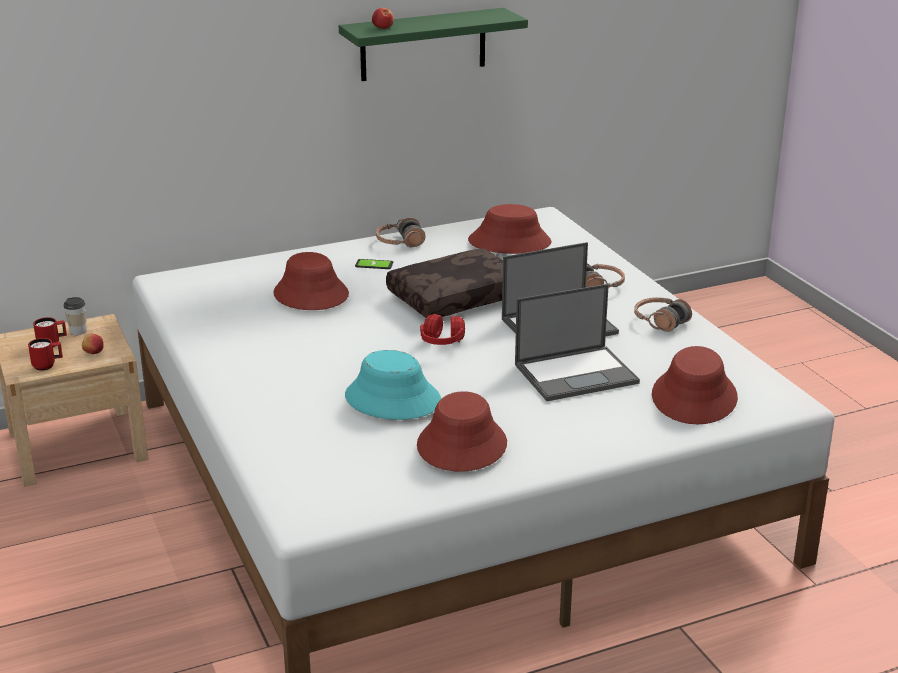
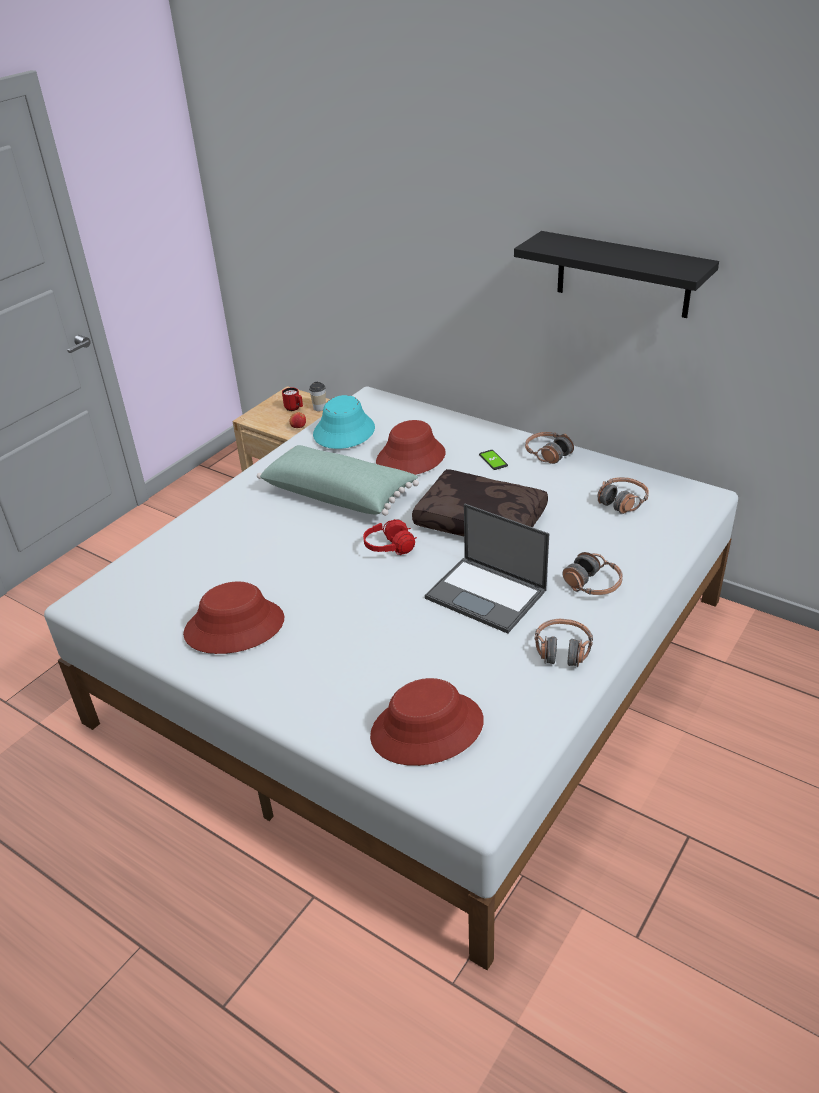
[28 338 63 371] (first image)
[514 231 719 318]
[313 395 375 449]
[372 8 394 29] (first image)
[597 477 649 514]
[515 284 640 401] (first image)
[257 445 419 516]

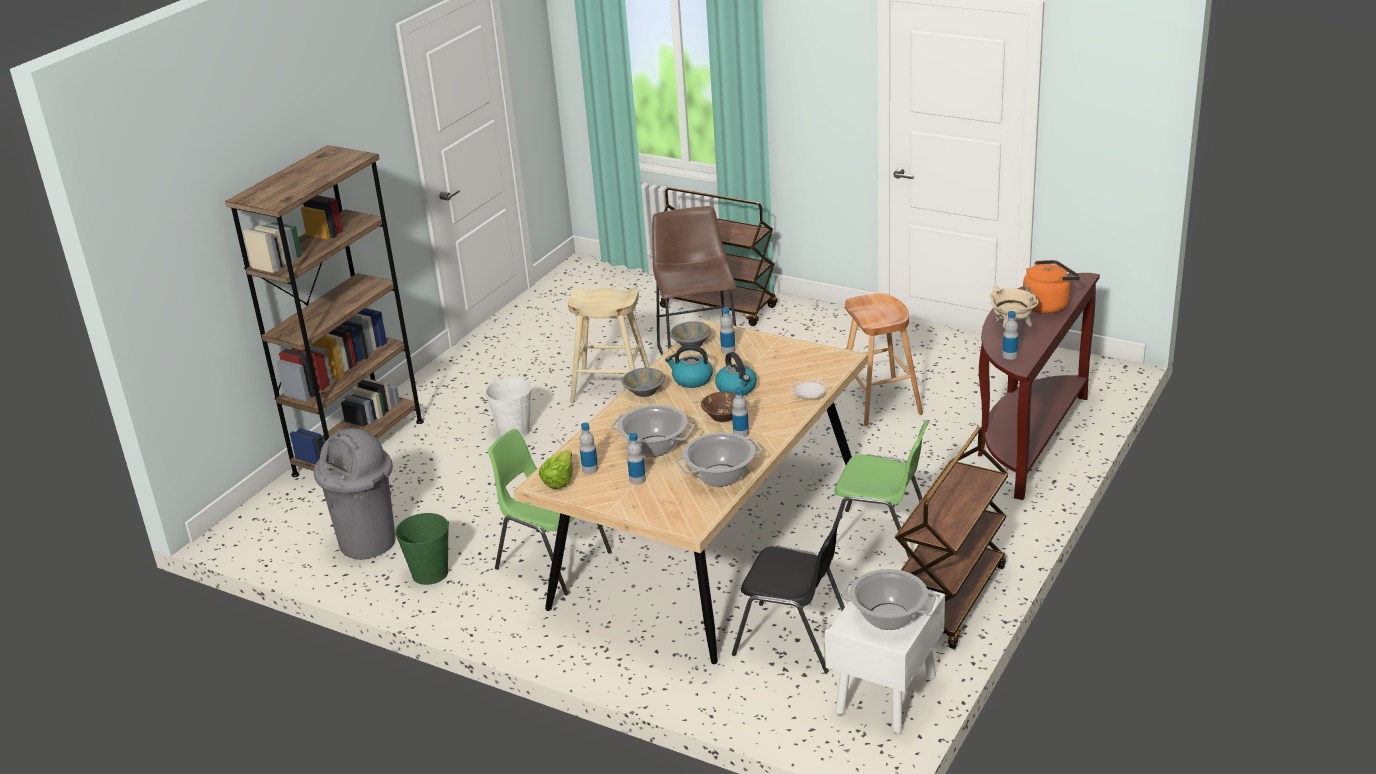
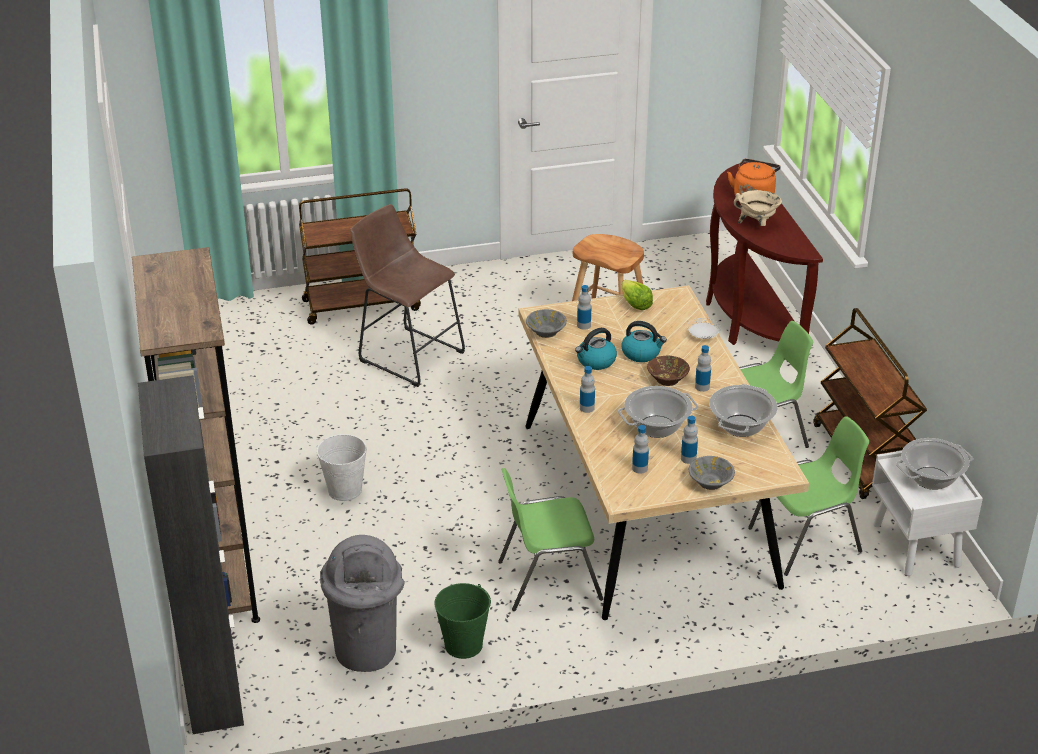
[622 280 653 310]
[568 288 649 403] (first image)
[688 456 735 490]
[748 417 869 576]
[580 366 595 413]
[138 375 244 734]

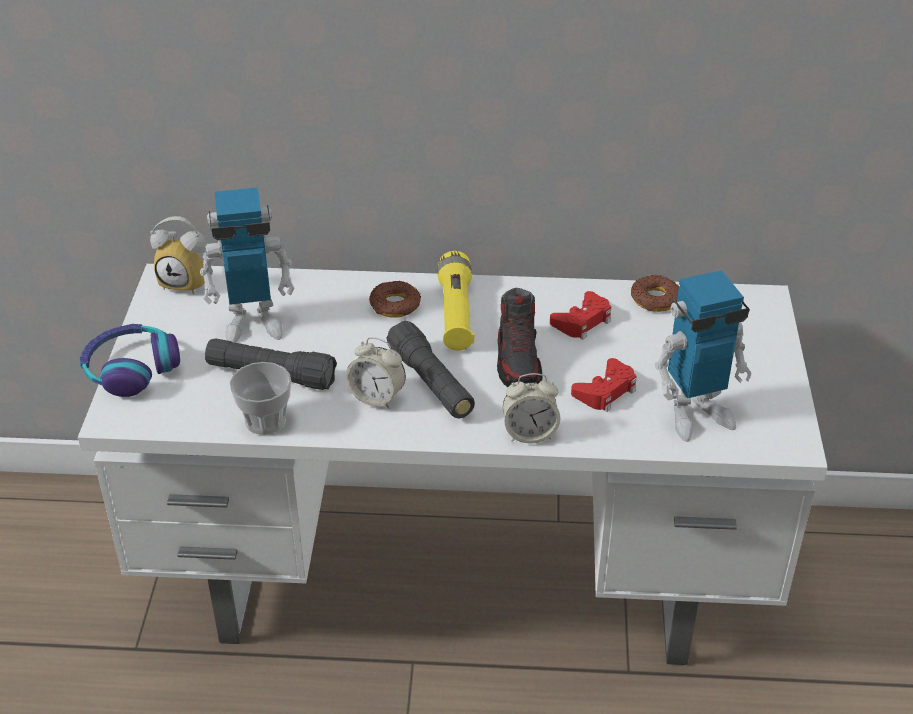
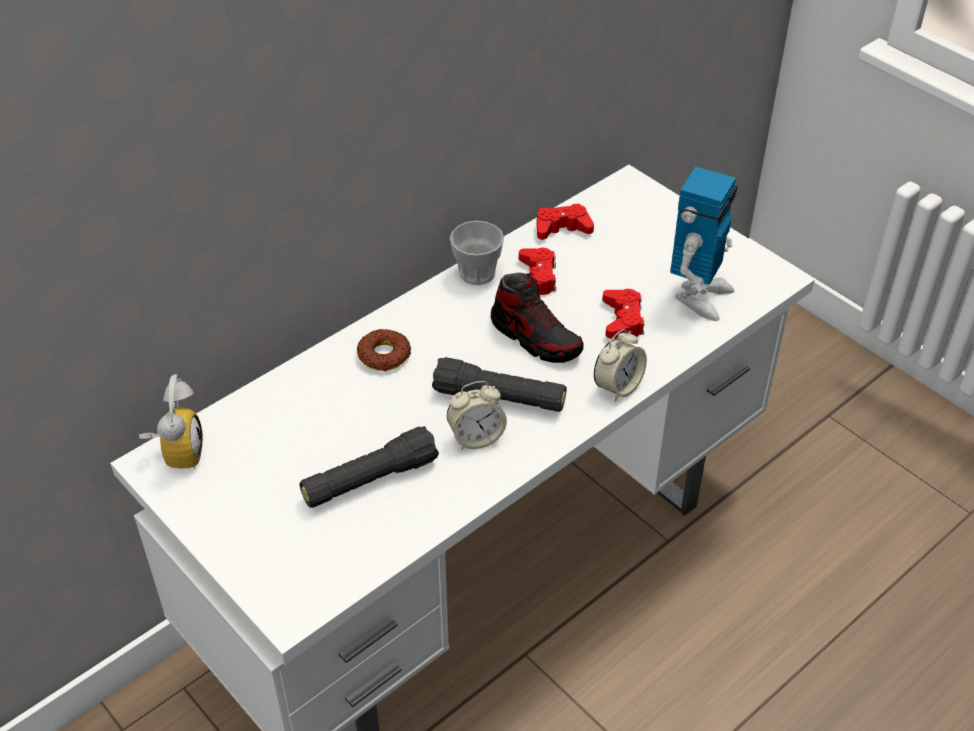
[80 324 180 397] (first image)
[139 374 203 469]
[200 187 295 343] (first image)
[450 221 504 285]
[438 251 474 351] (first image)
[537 203 594 240]

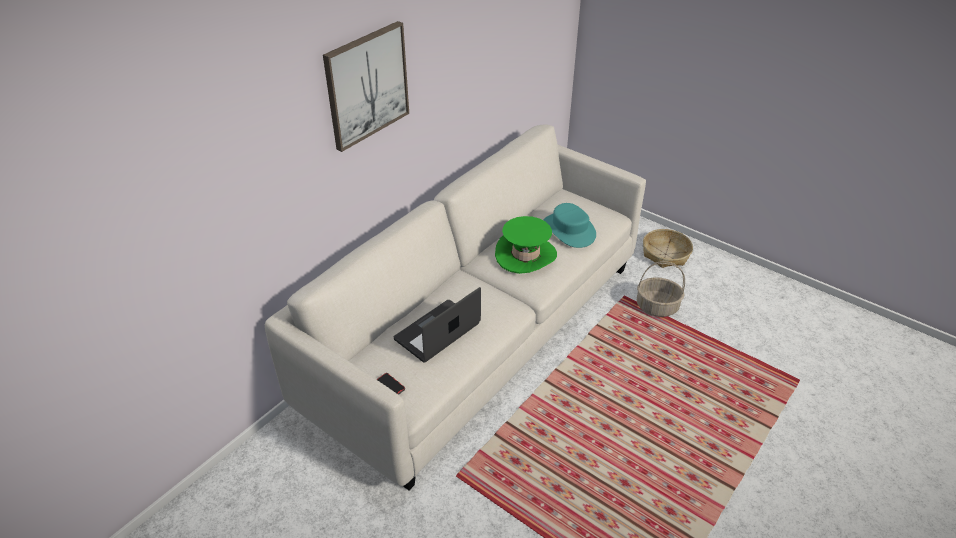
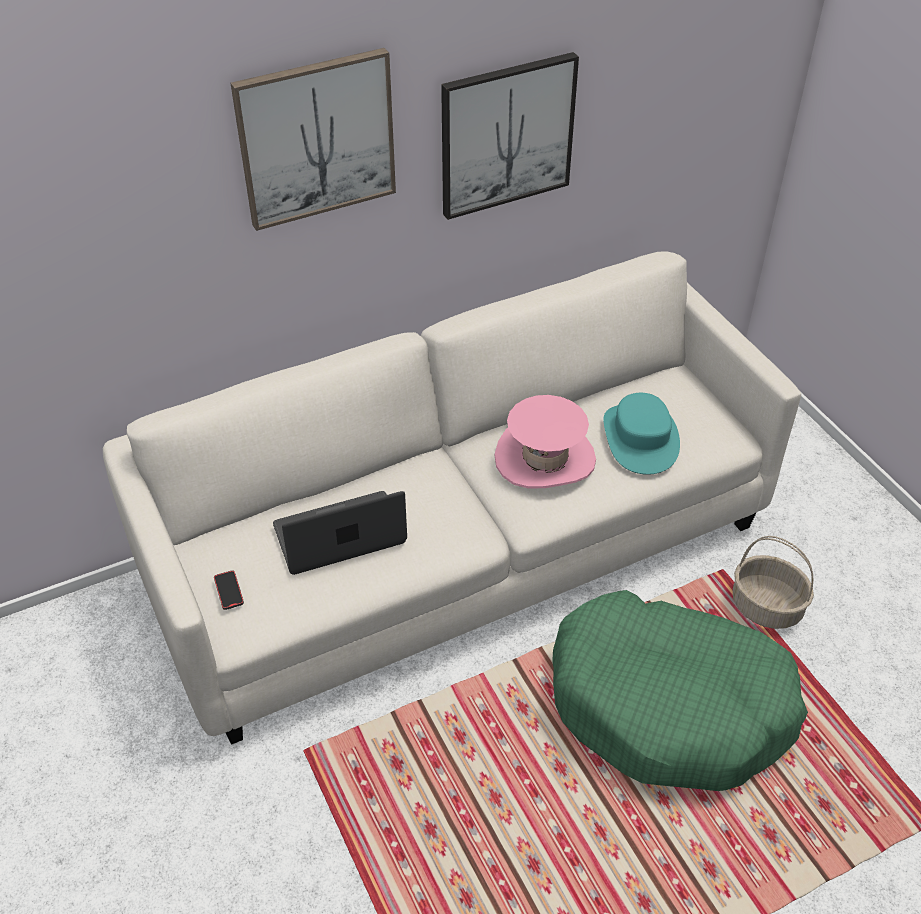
[495 395 596 489]
[643 229 693 268] (first image)
[441 52 579 220]
[552 590 808 791]

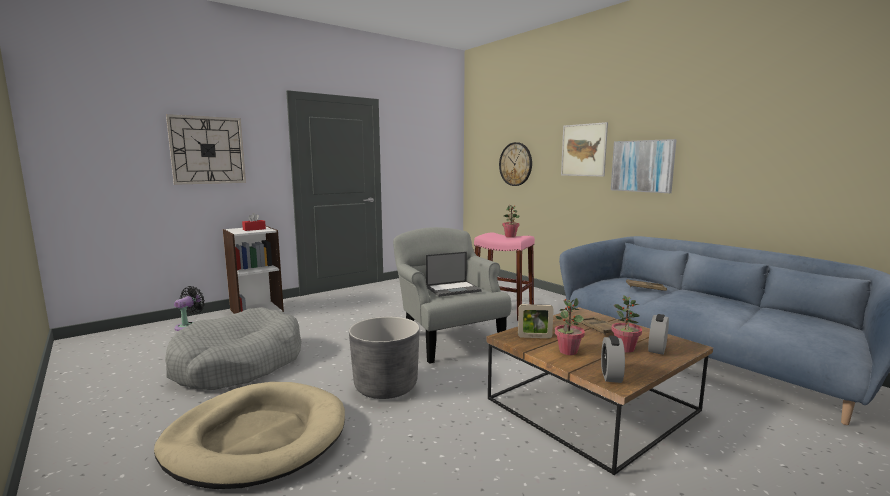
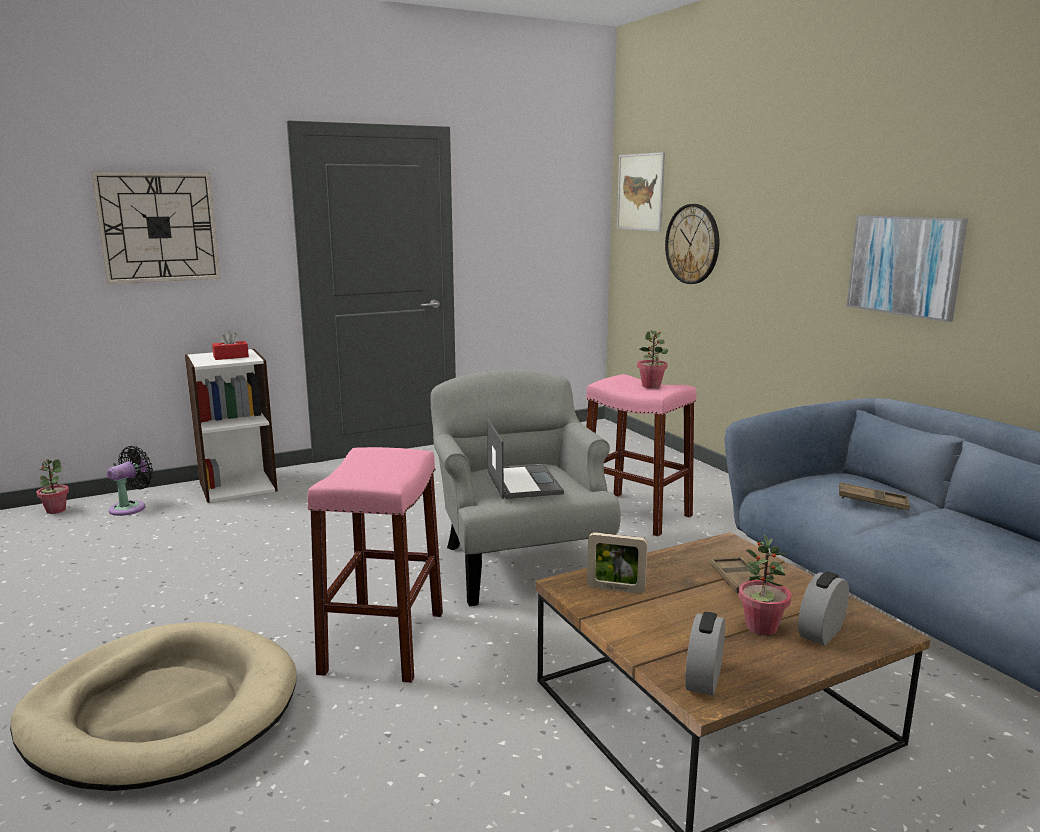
[165 307 302 390] (first image)
[307 447 443 683]
[487 419 564 499]
[36 459 69 514]
[617 152 665 232]

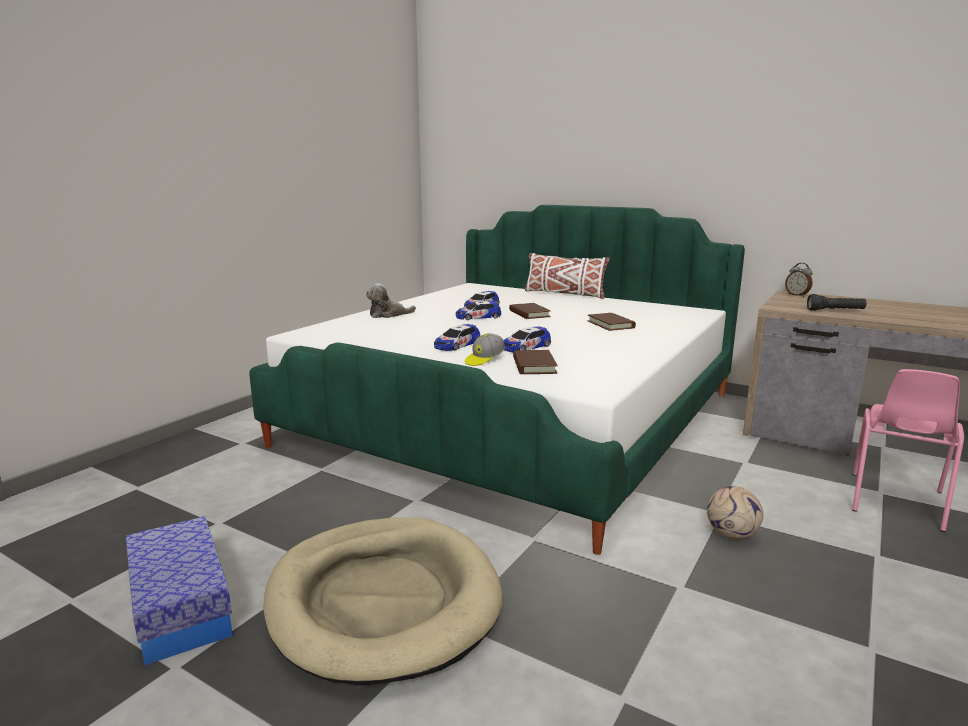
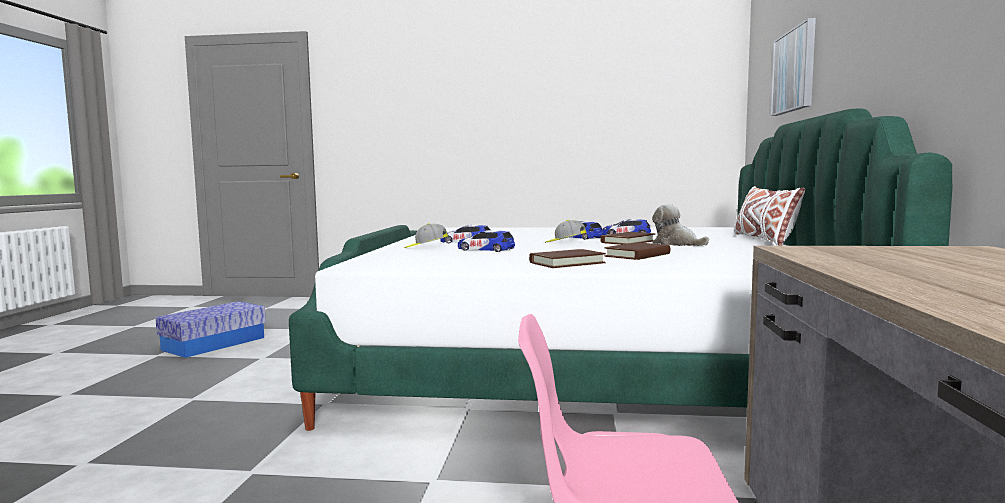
[263 517 503 685] (first image)
[652 204 709 246]
[529 249 606 268]
[707 486 763 539] (first image)
[785 263 813 297] (first image)
[807 294 867 311] (first image)
[545 220 586 243]
[771 18 816 116]

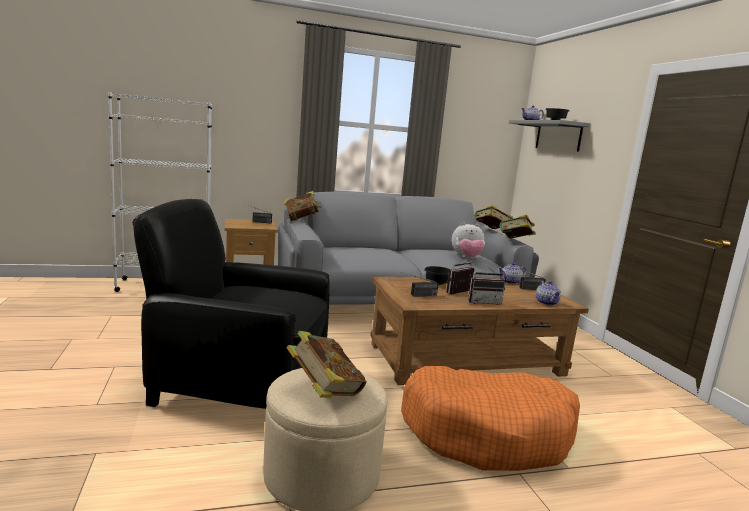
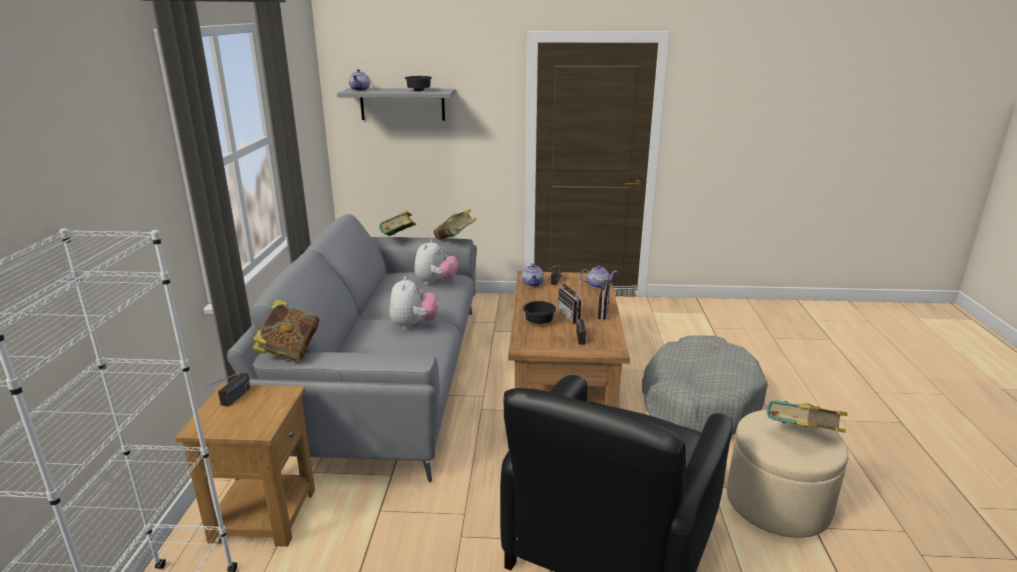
[642 336 768 435]
[389 276 438 330]

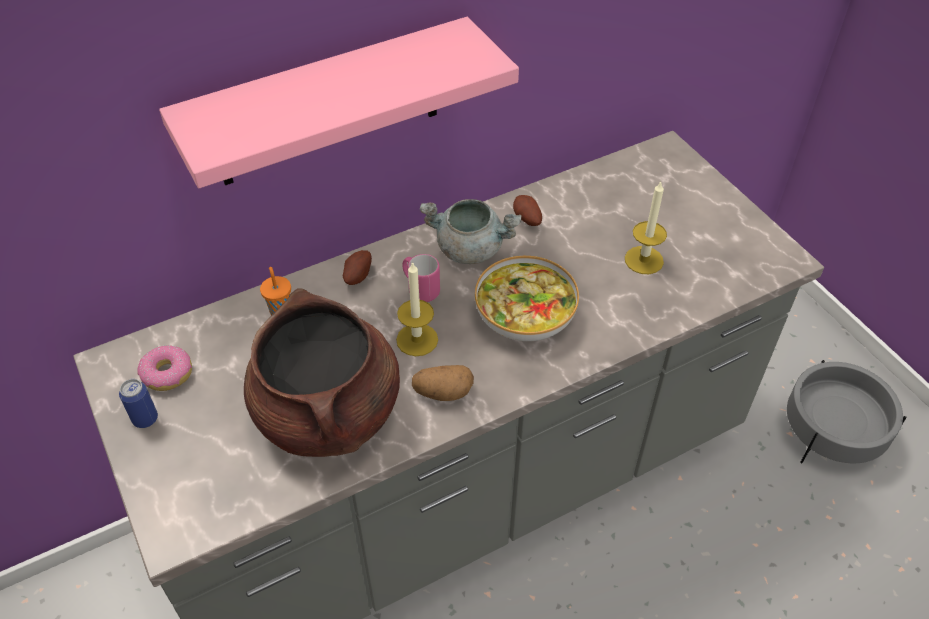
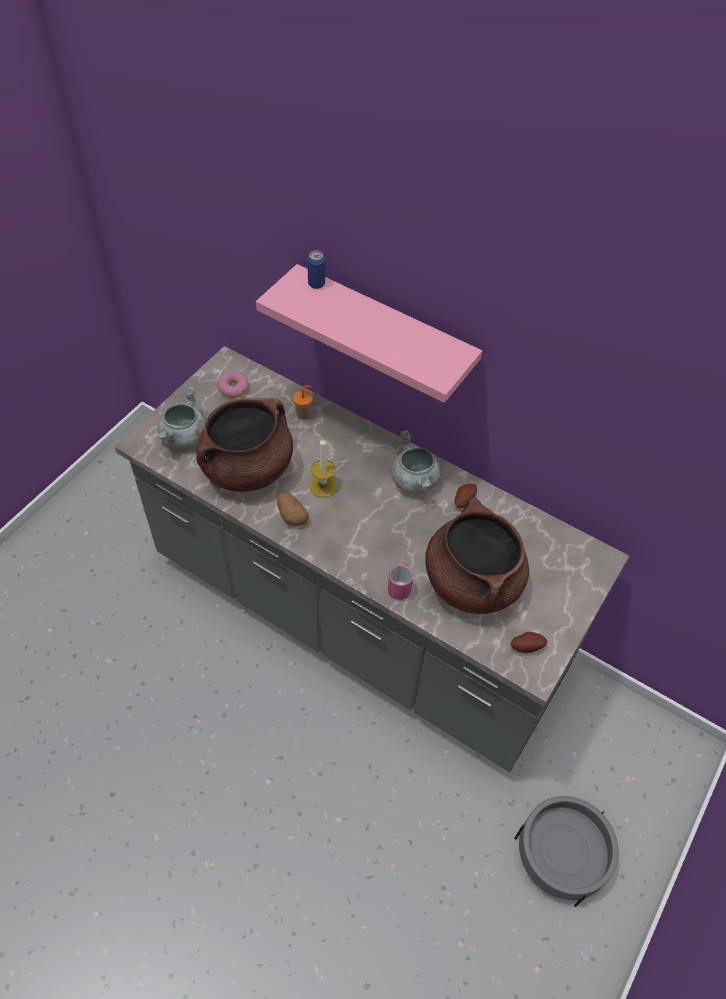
[307 250 325 289]
[511 632 547 653]
[388 562 413 600]
[475 256 579 341] (first image)
[425 497 529 614]
[157 387 206 448]

